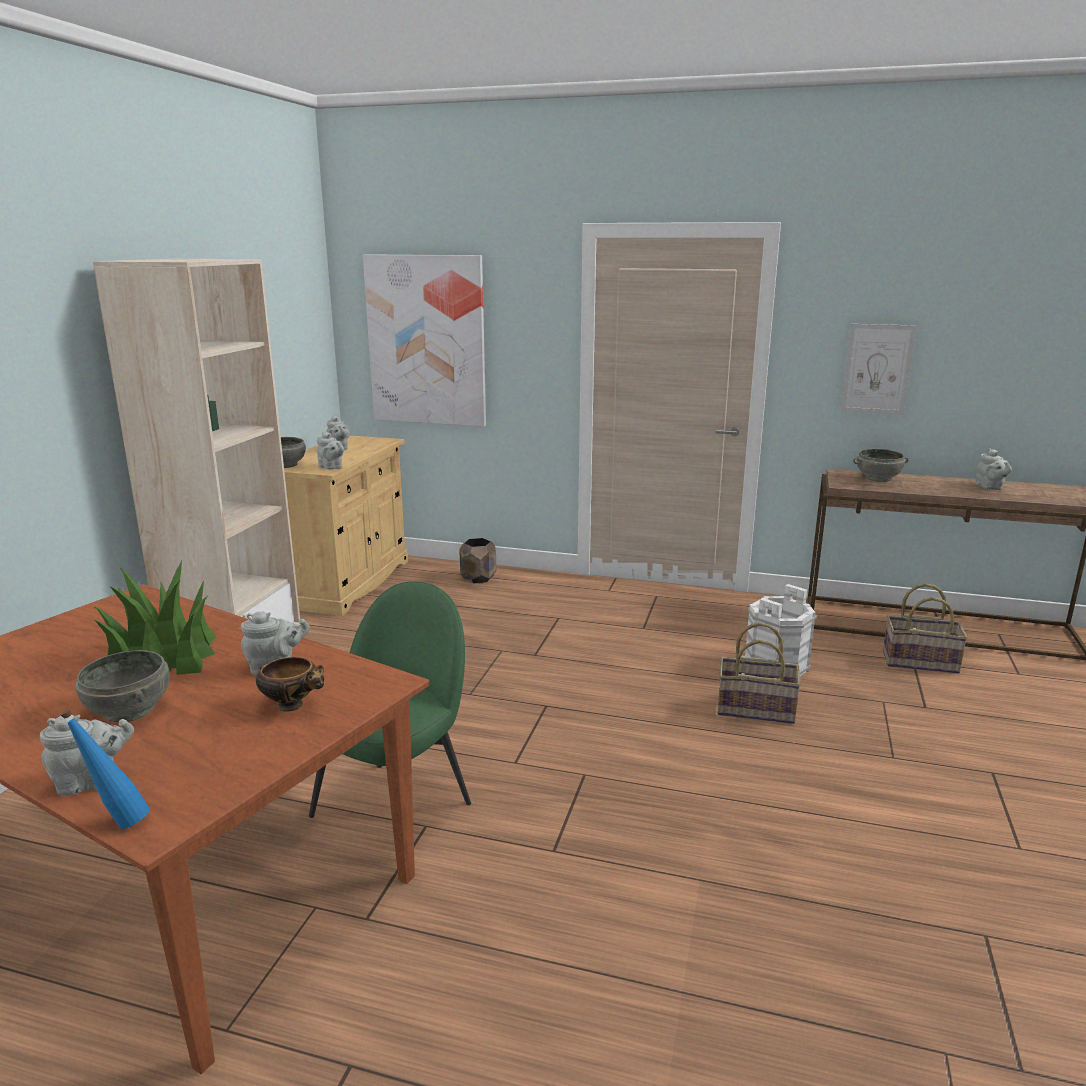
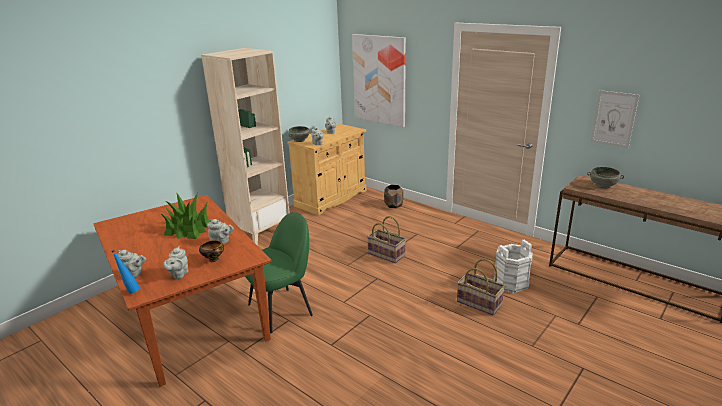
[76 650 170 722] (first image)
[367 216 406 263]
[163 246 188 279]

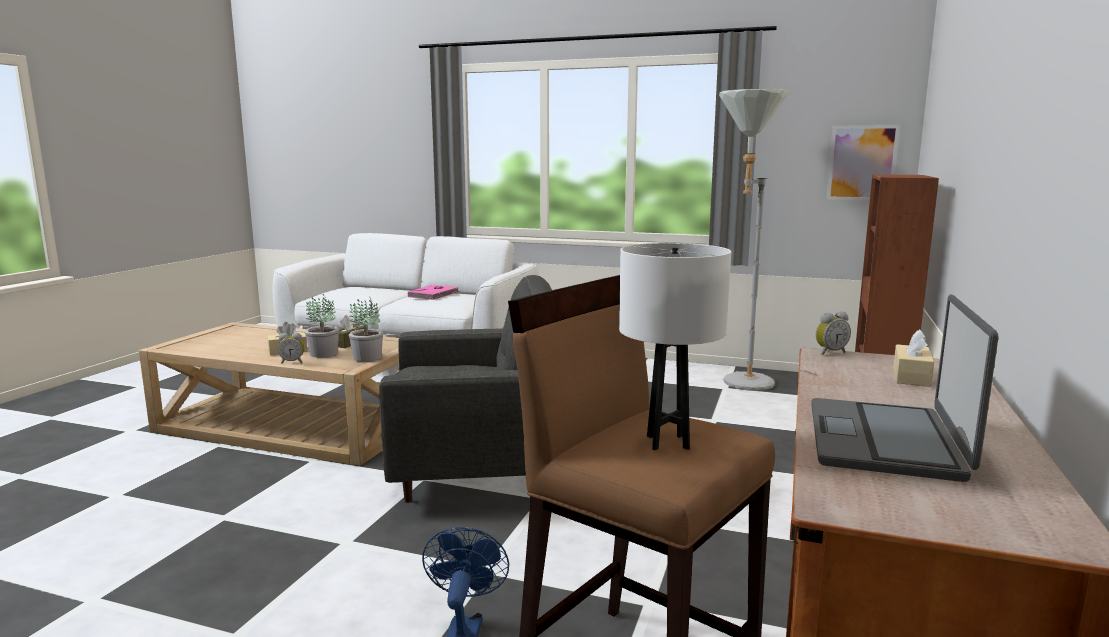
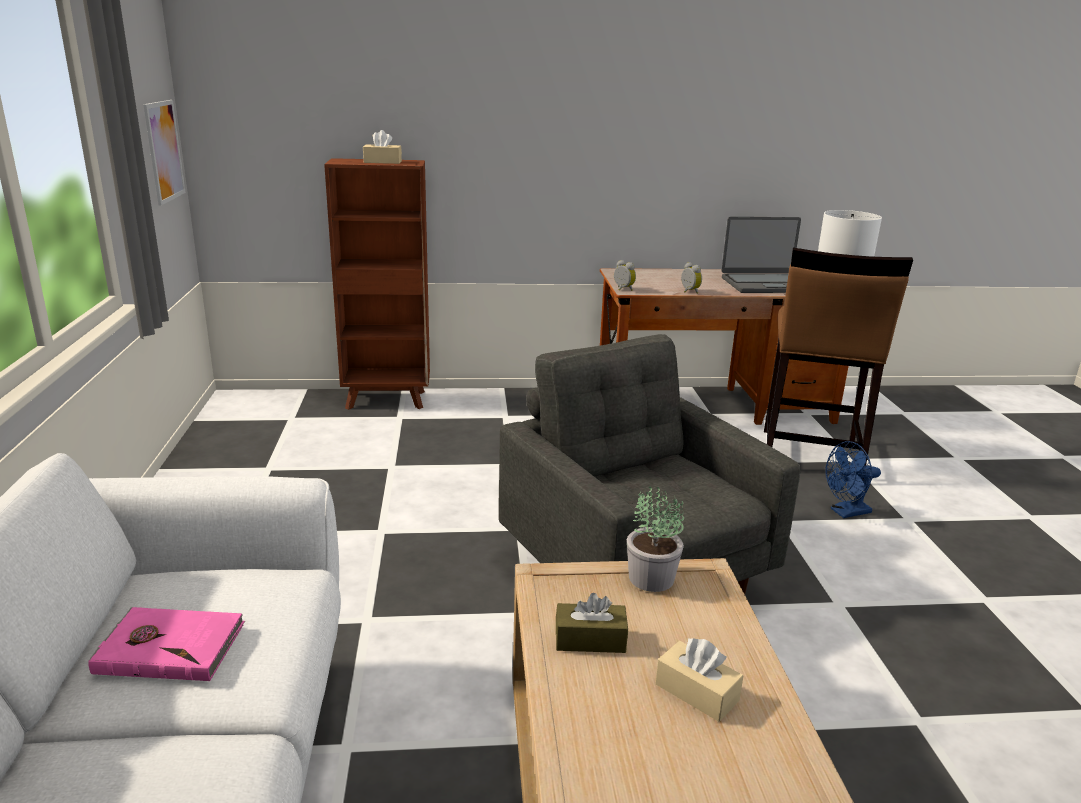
[681 262 702 294]
[305 294 339 357] (first image)
[719 89 788 391] (first image)
[363 130 402 164]

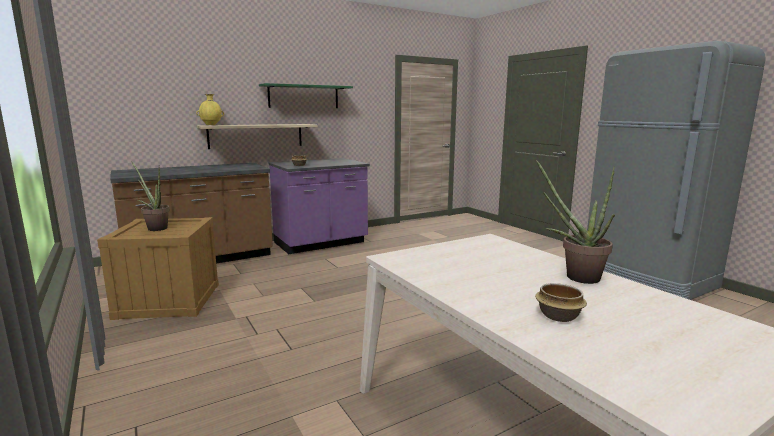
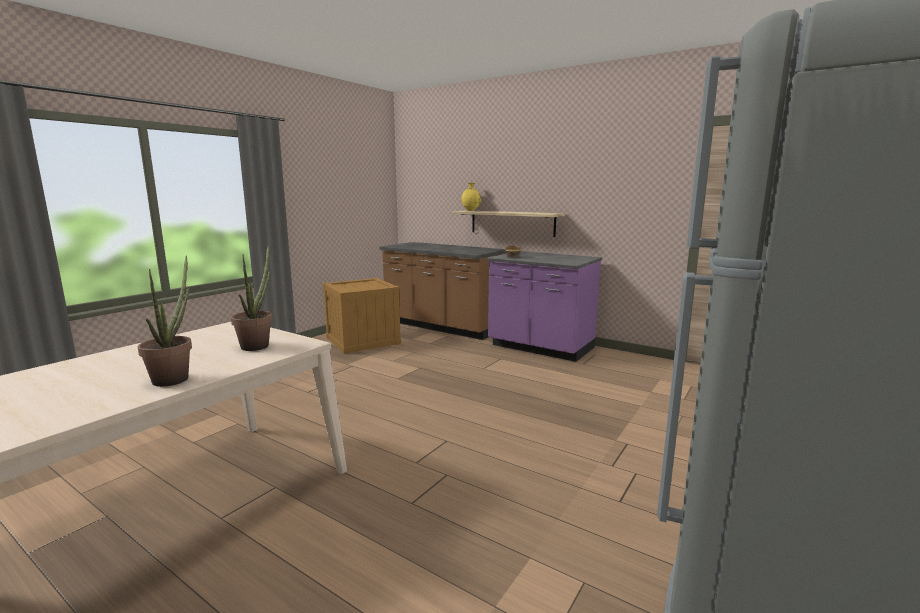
[231 244 272 351]
[259 83 353 108] (first image)
[535 283 587 322] (first image)

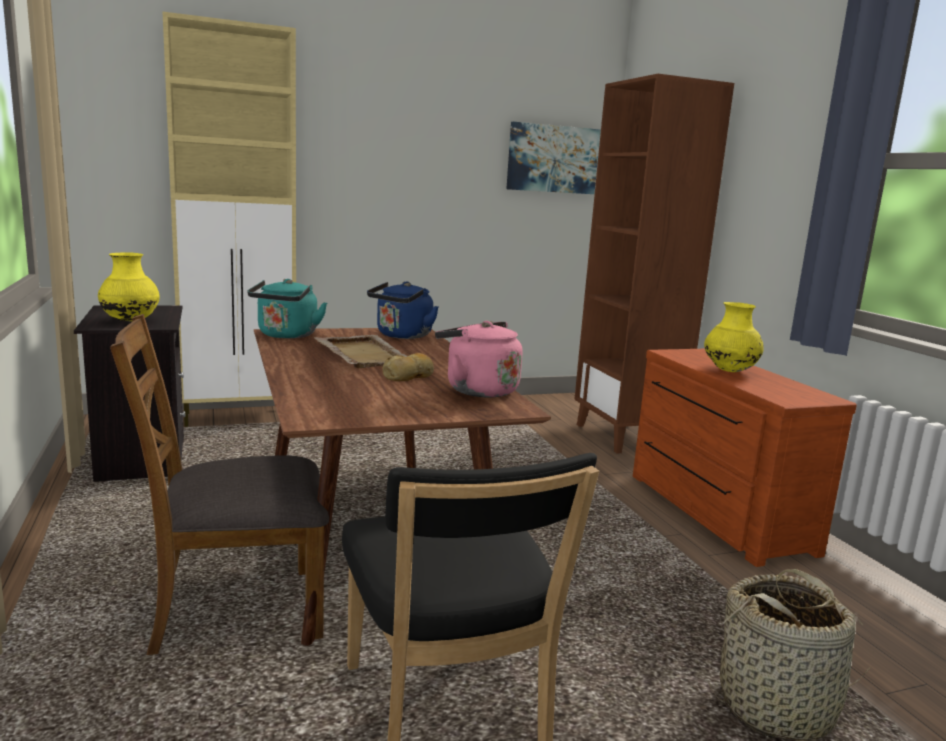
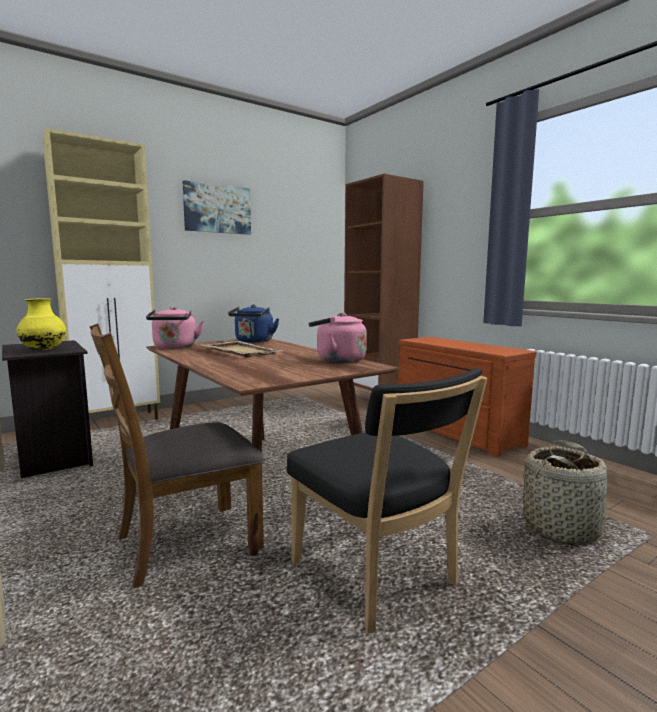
[146 307 204 349]
[382 353 434 381] (first image)
[182 180 251 235]
[704 302 764 372] (first image)

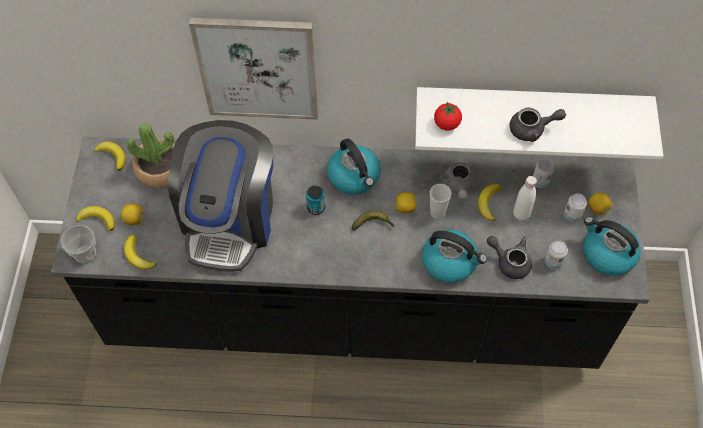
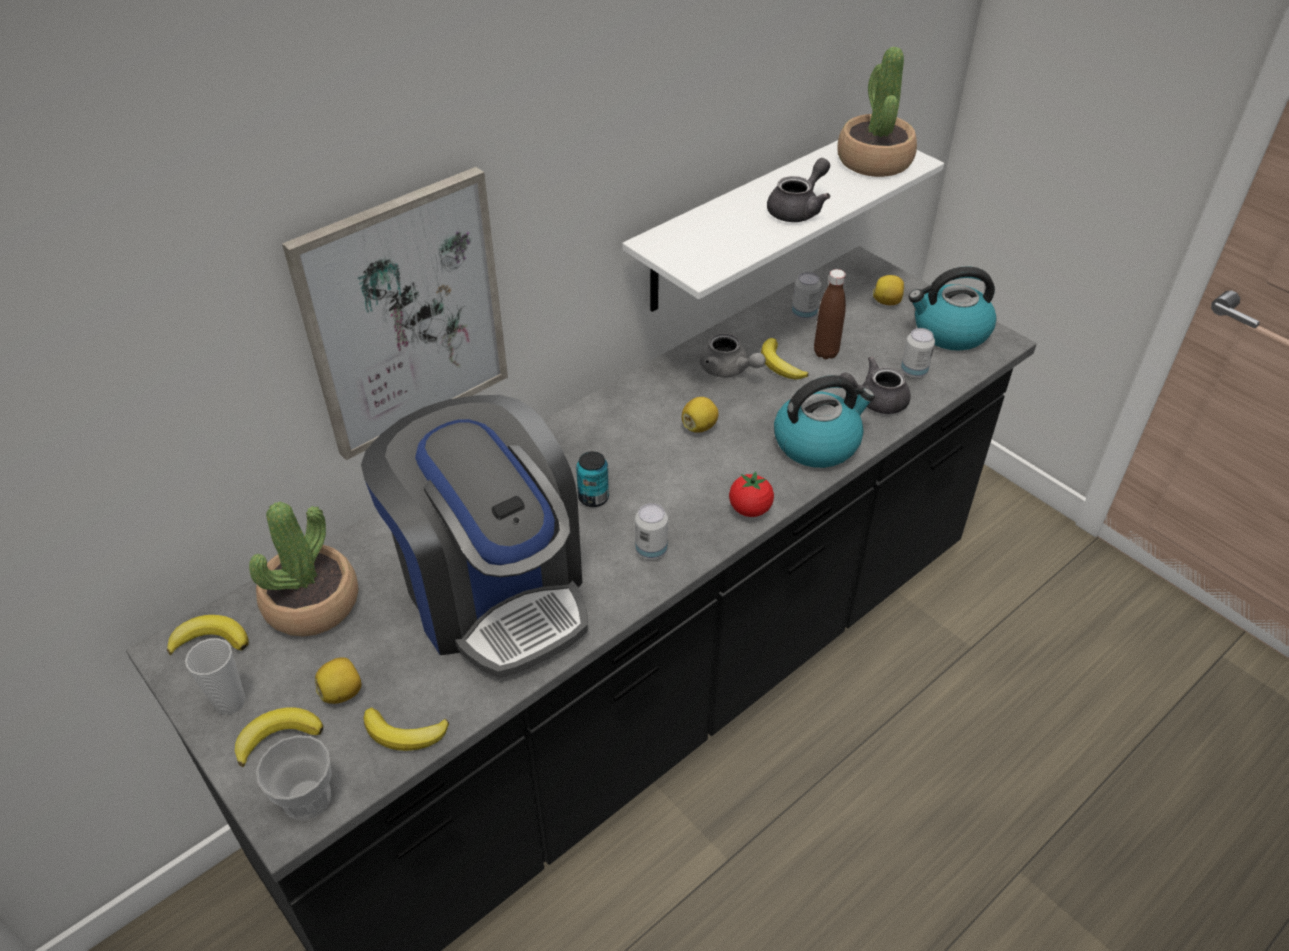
[327 138 381 195] (first image)
[352 211 394 231] (first image)
[185 638 246 714]
[729 471 774 517]
[814 269 846 359]
[635 503 668 560]
[838 47 917 177]

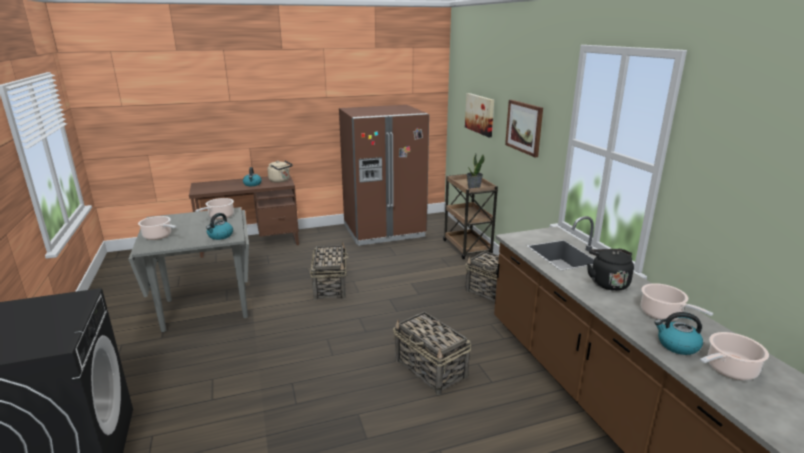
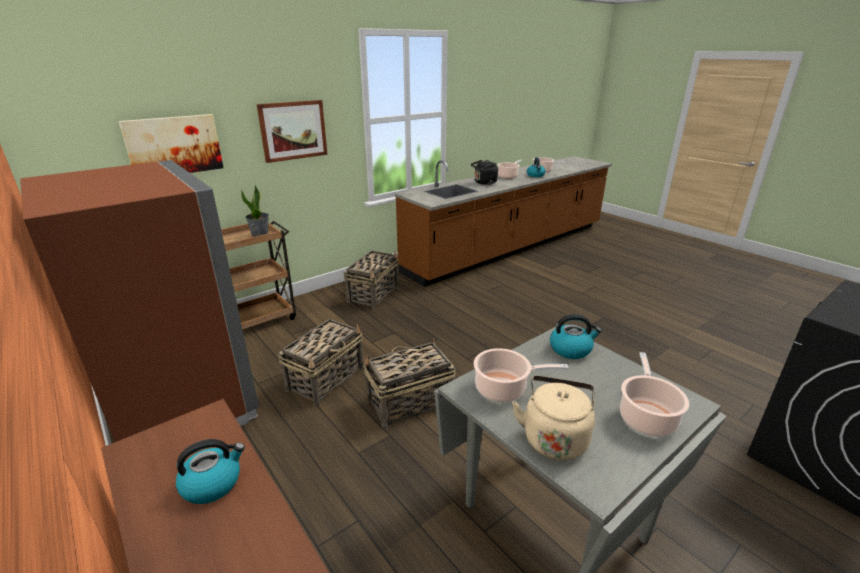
[512 375 595 460]
[278 319 364 406]

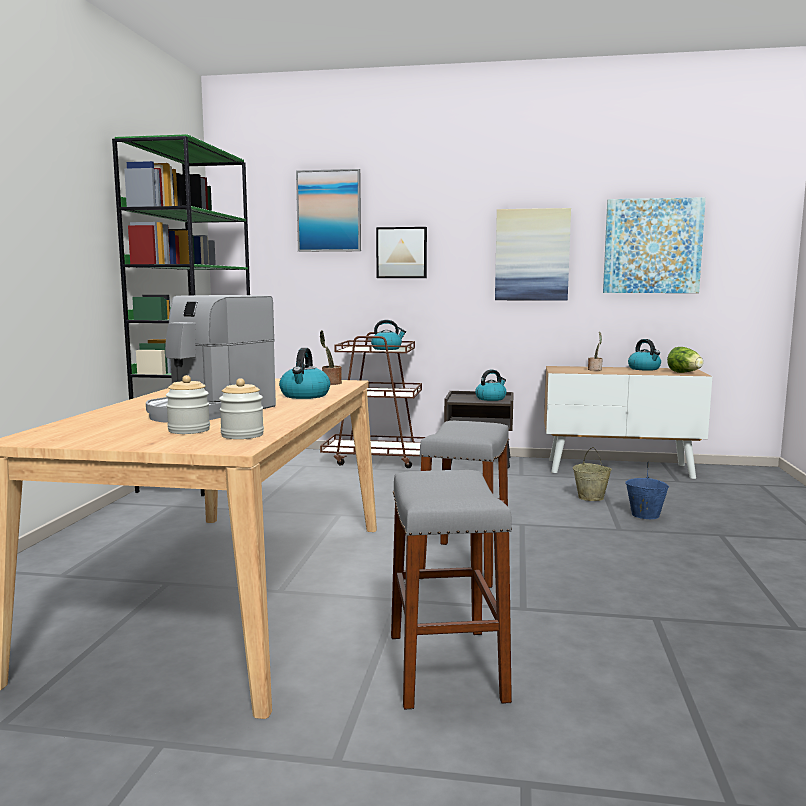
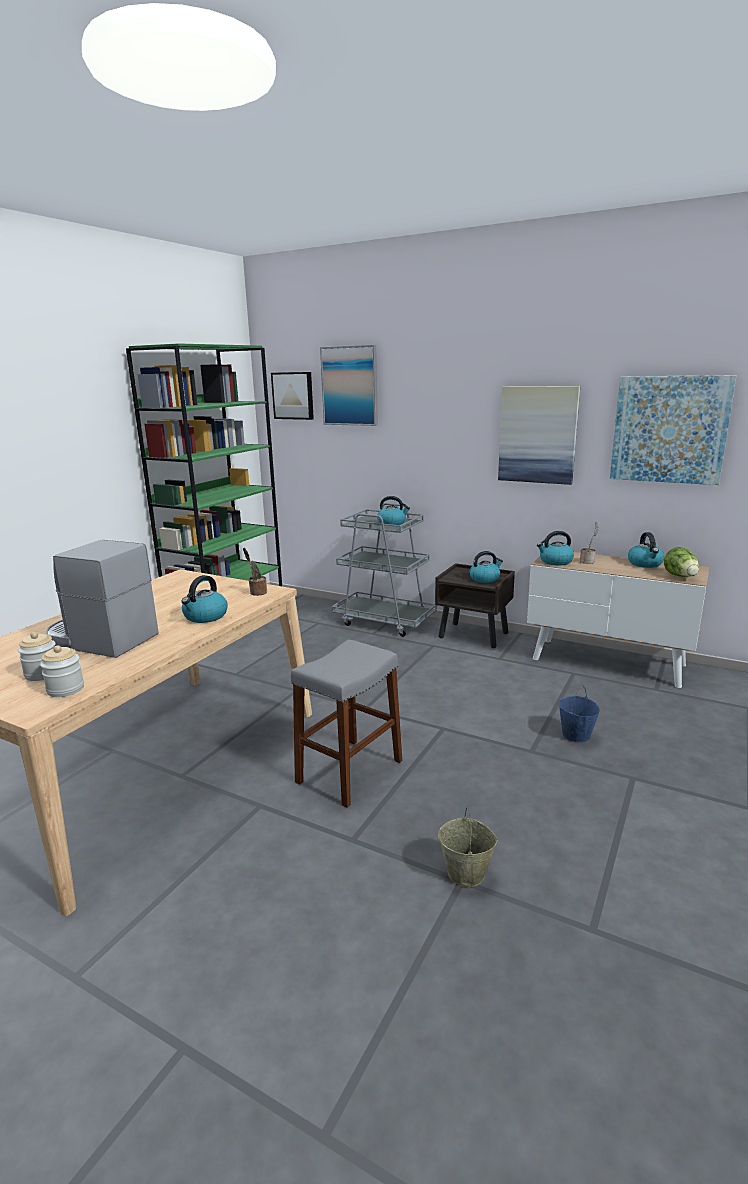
[46 540 159 658]
[332 503 437 637]
[271 372 314 420]
[391 470 512 710] (first image)
[438 807 498 887]
[537 531 574 565]

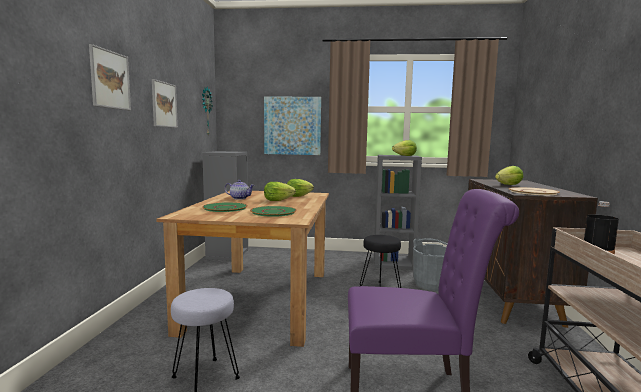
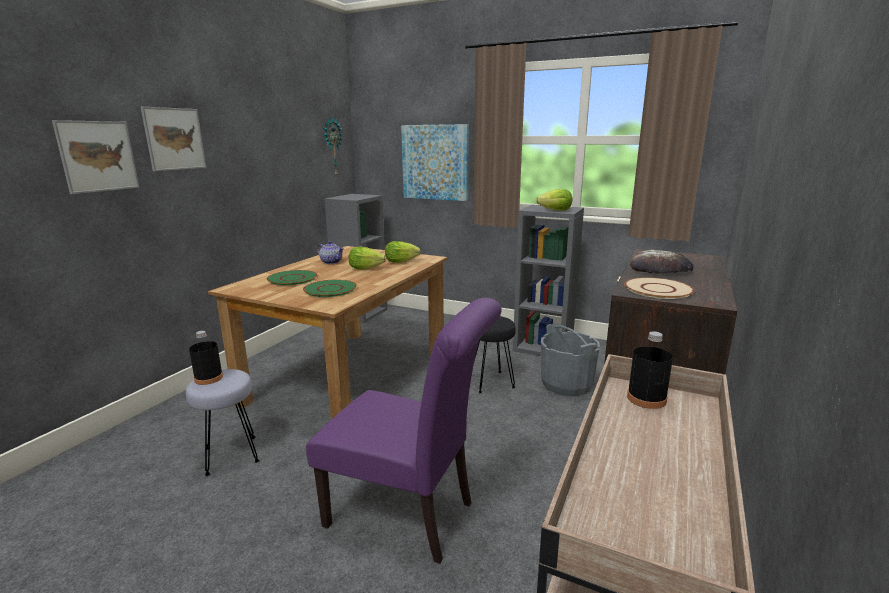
[52 120 139 194]
[630 250 694 274]
[189 331 223 385]

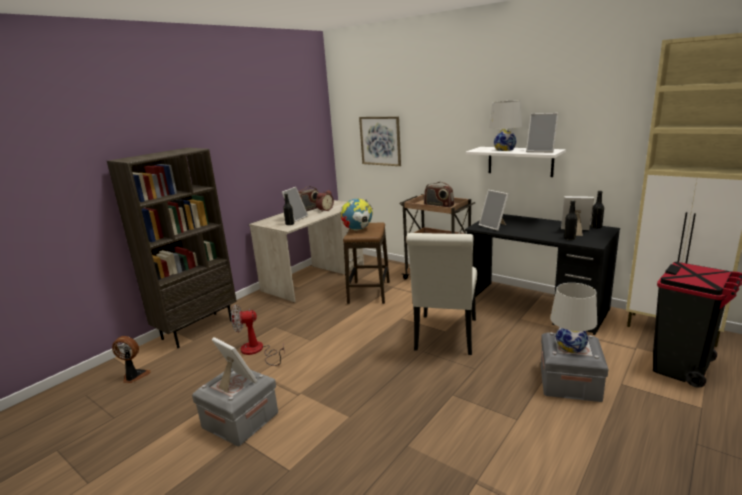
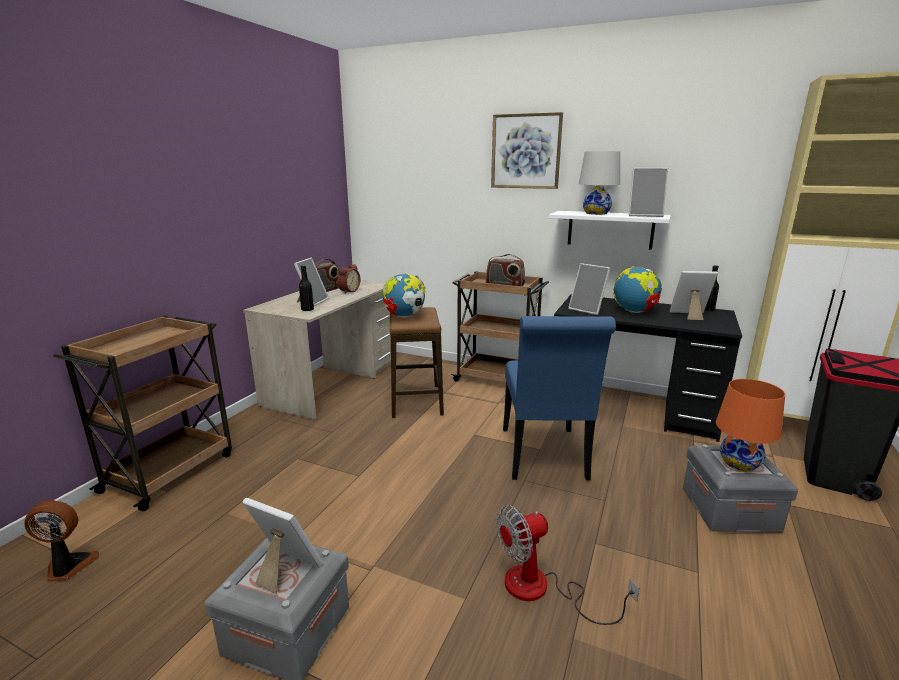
[53 316 232 511]
[496 505 639 625]
[491 112 563 189]
[503 316 616 480]
[716 379 785 471]
[564 200 578 240] (first image)
[613 266 662 313]

